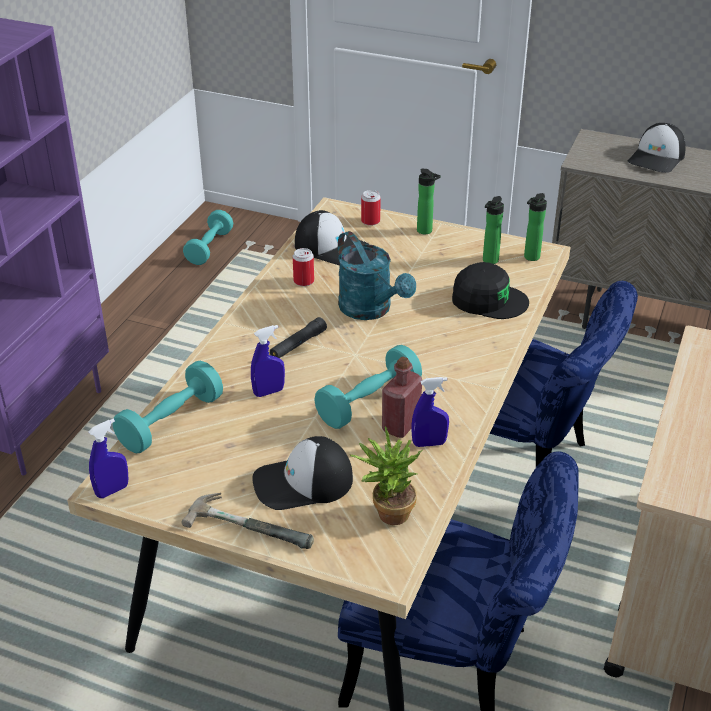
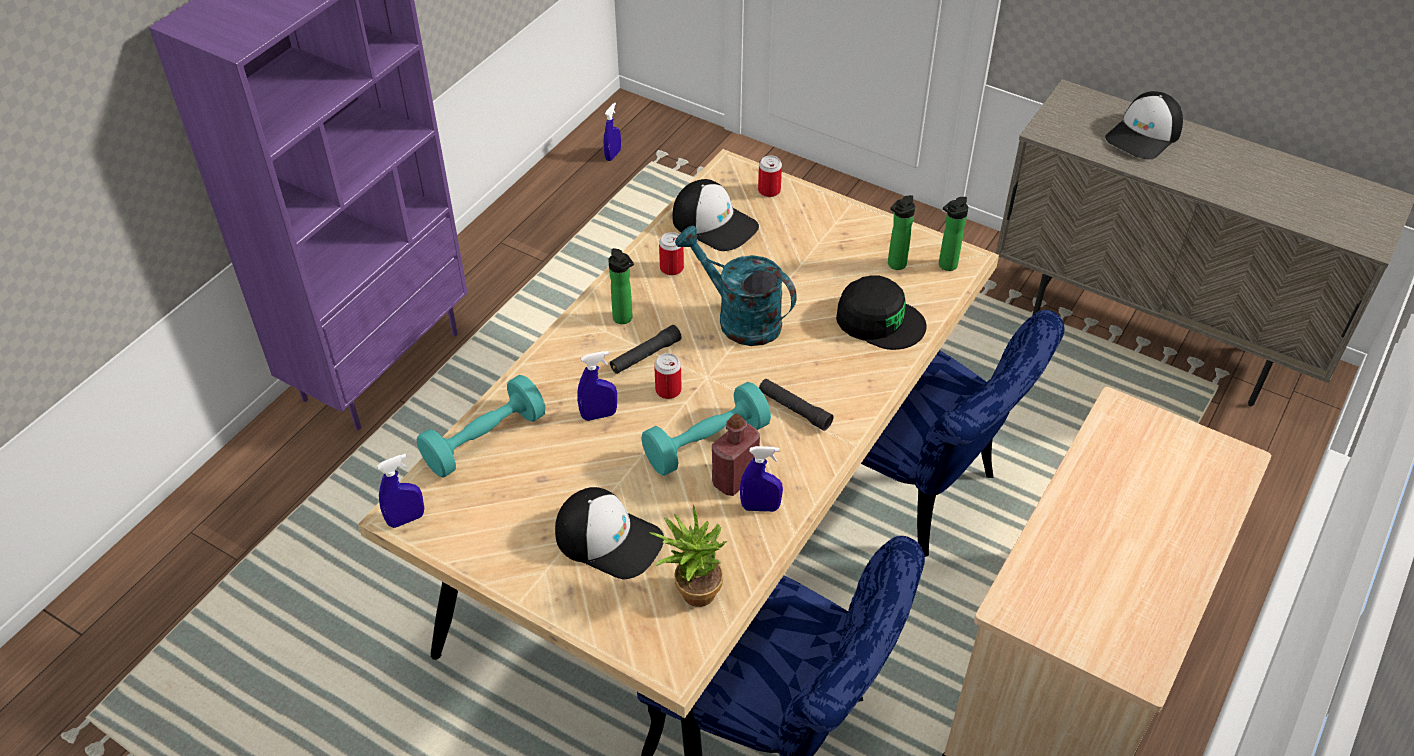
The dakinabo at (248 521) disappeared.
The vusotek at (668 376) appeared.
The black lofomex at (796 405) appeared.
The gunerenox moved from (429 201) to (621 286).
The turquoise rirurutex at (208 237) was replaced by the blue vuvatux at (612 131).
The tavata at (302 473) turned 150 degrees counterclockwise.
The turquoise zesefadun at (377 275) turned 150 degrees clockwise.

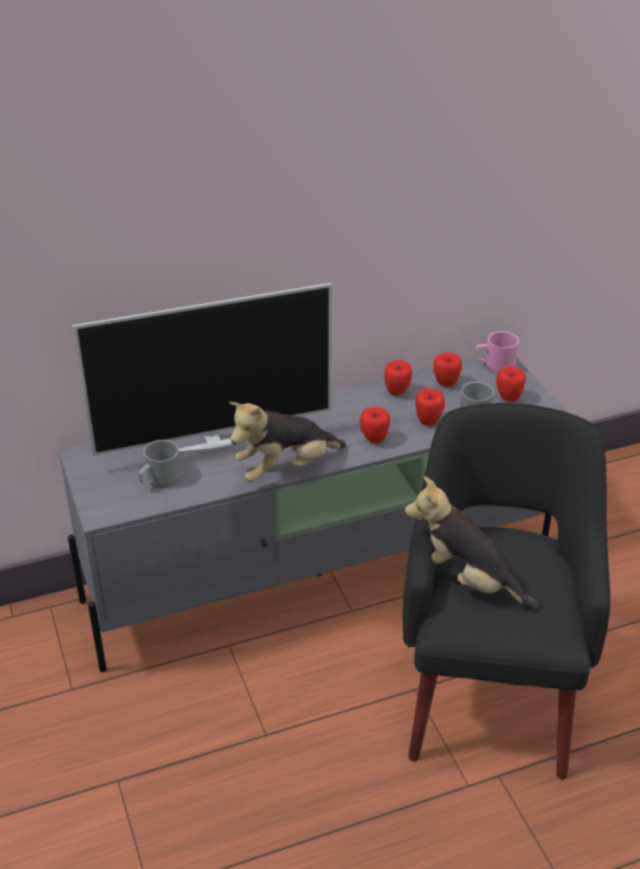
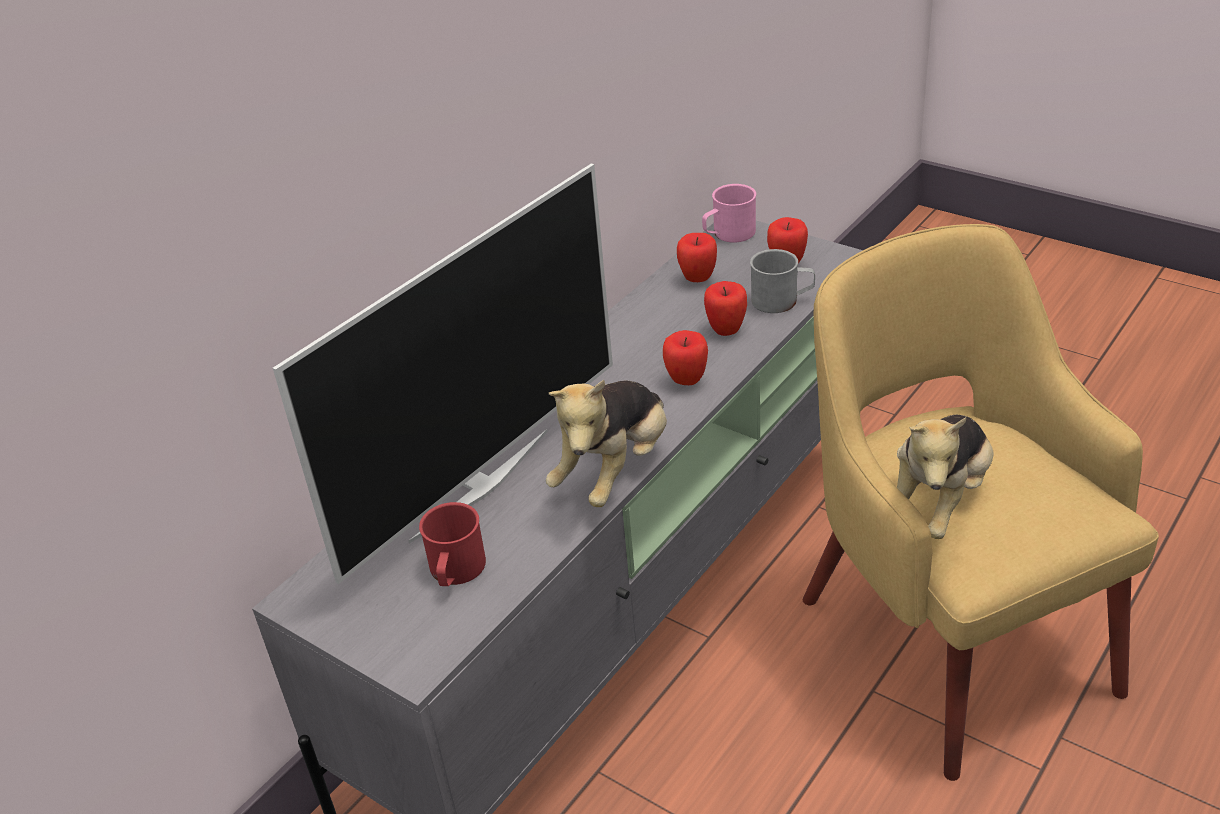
The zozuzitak at (398 377) disappeared.
The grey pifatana at (159 463) became the red pifatana at (452 544).
The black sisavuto at (506 591) became the yellow sisavuto at (981 502).
The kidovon at (472 543) turned 60 degrees counterclockwise.

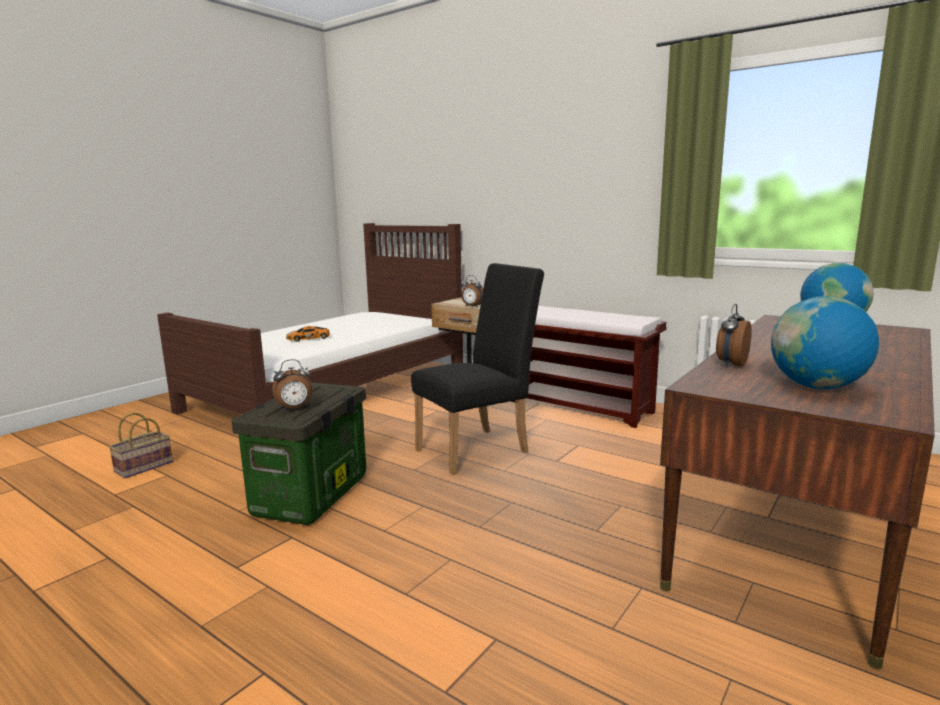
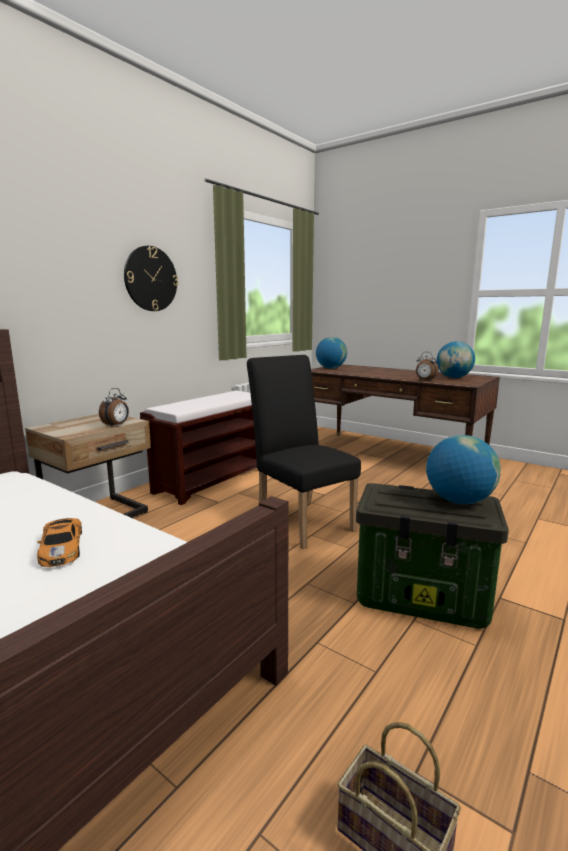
The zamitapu at (151 278) appeared.
The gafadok at (292 385) was replaced by the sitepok at (463 469).

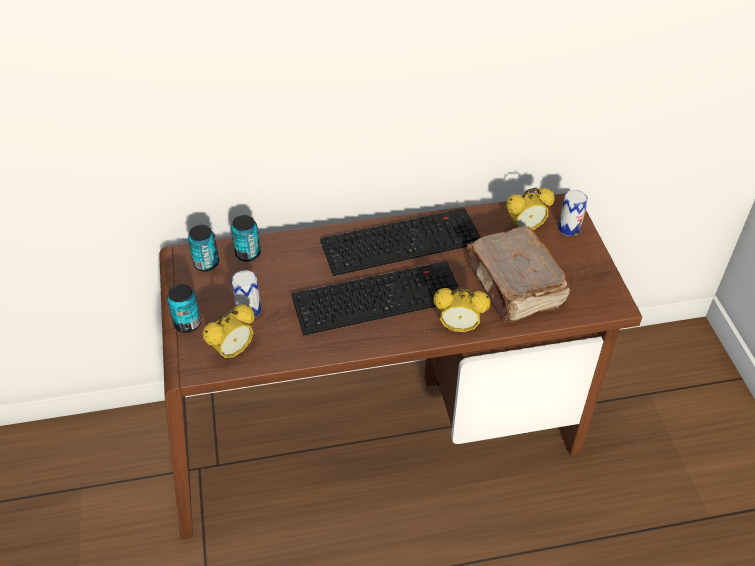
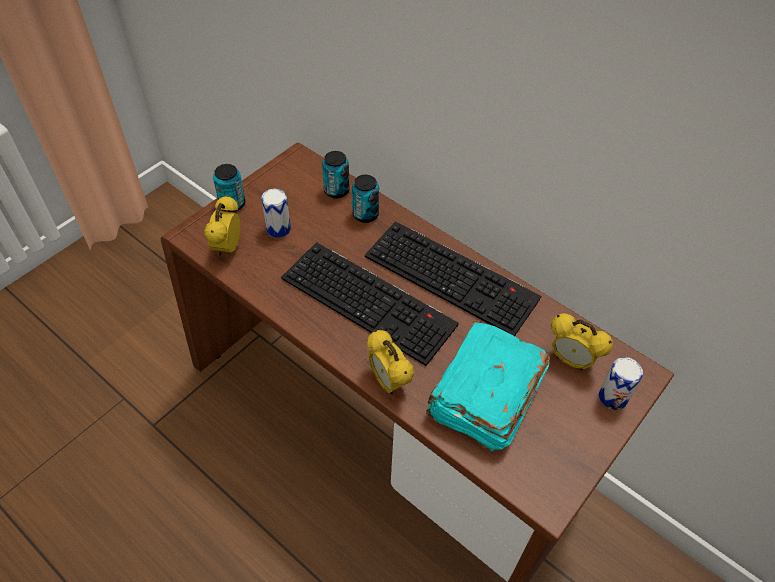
The vusotek moved from (203 248) to (365 199).
The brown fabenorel at (518 274) became the turquoise fabenorel at (488 385).
The gafadok at (228 332) turned 90 degrees clockwise.

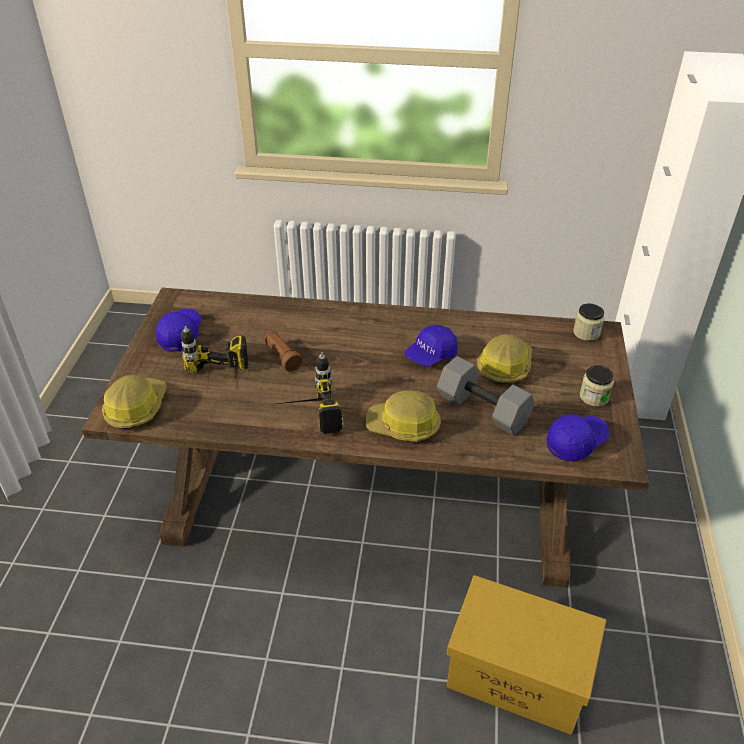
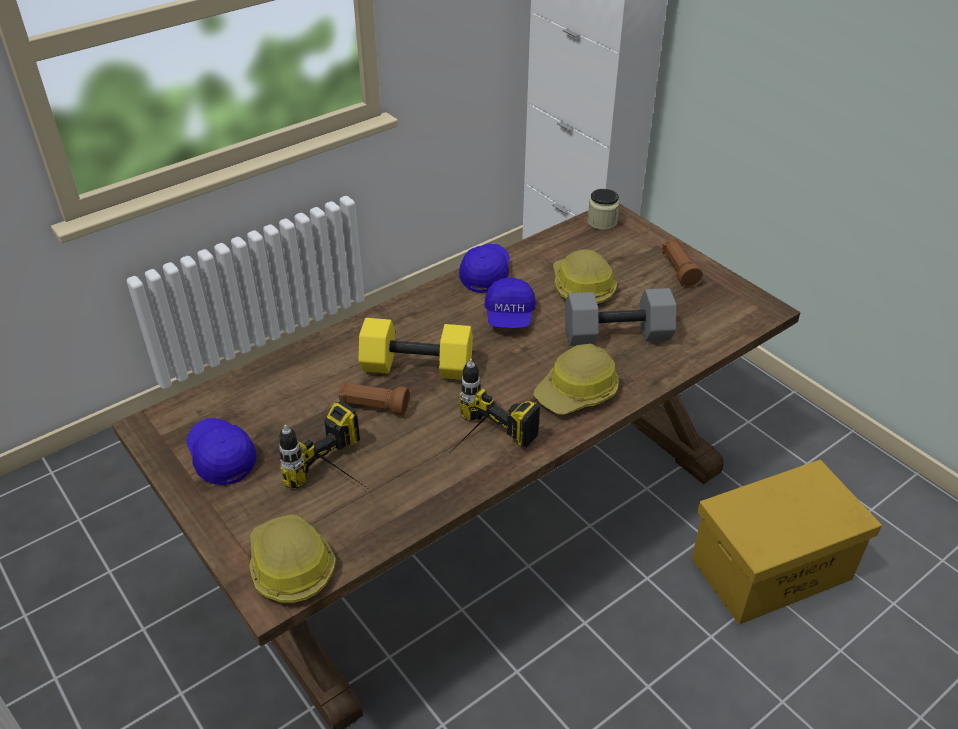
The yellow rirurutex at (416 349) appeared.
The blue tavata moved from (578 437) to (484 268).
The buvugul at (597 386) was replaced by the brown lofomex at (682 263).

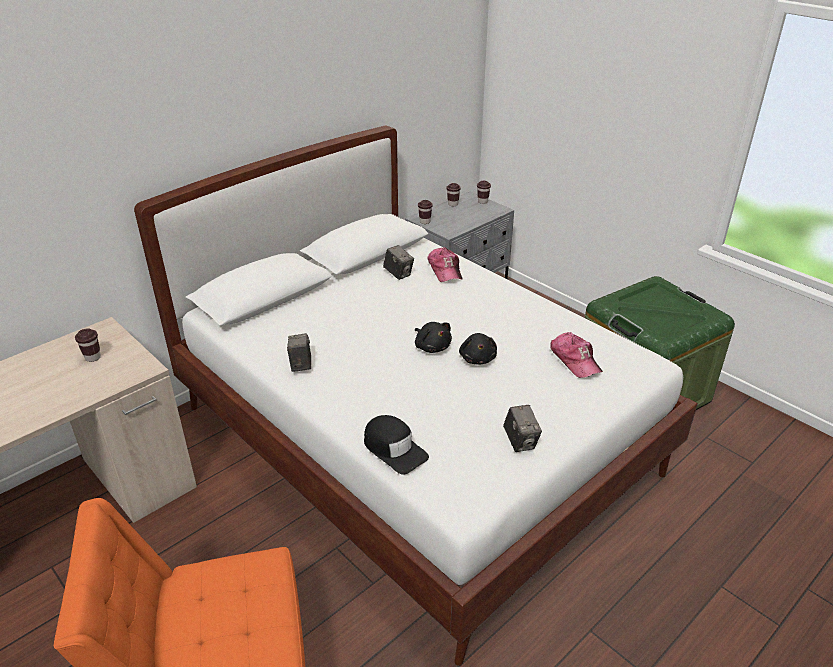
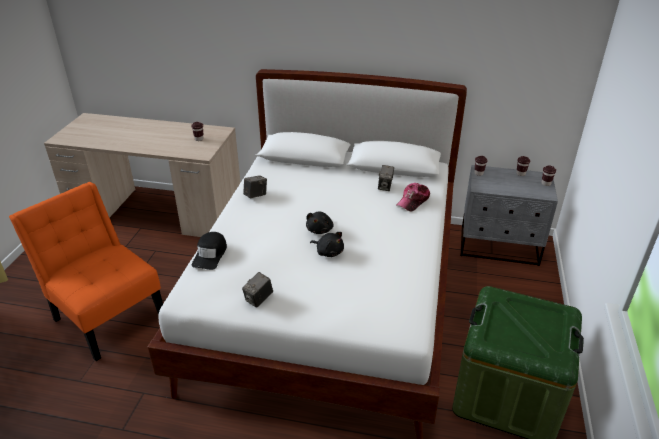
The tavata at (576 355) disappeared.
The black kidovon at (478 349) turned 105 degrees counterclockwise.

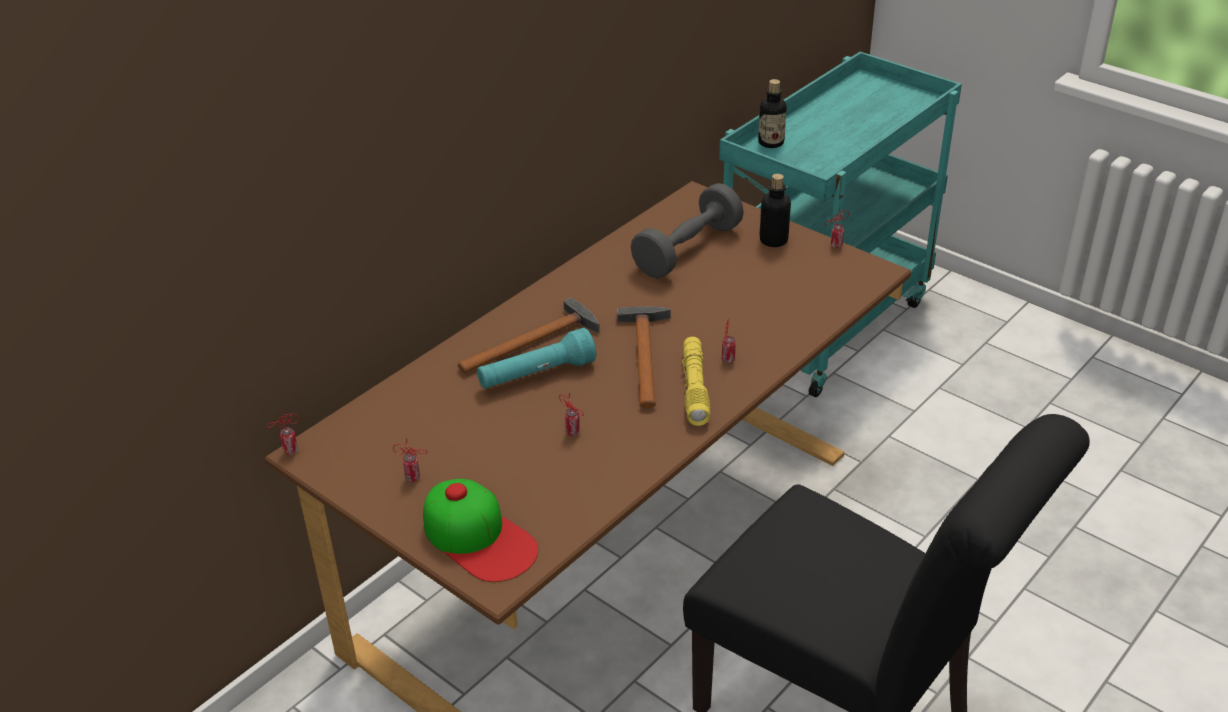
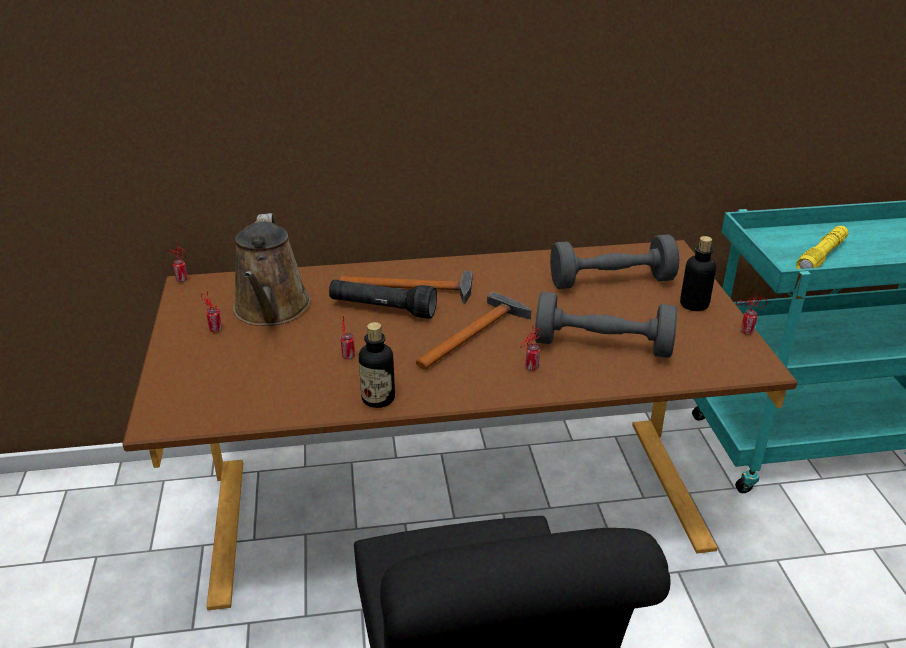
The tavata at (480 530) disappeared.
The brown zesefadun at (272 269) appeared.
The grey rirurutex at (606 325) appeared.
The yellow lofomex moved from (696 381) to (822 247).
The gunerenox moved from (772 113) to (377 365).
The turquoise lofomex at (536 358) became the black lofomex at (383 299).

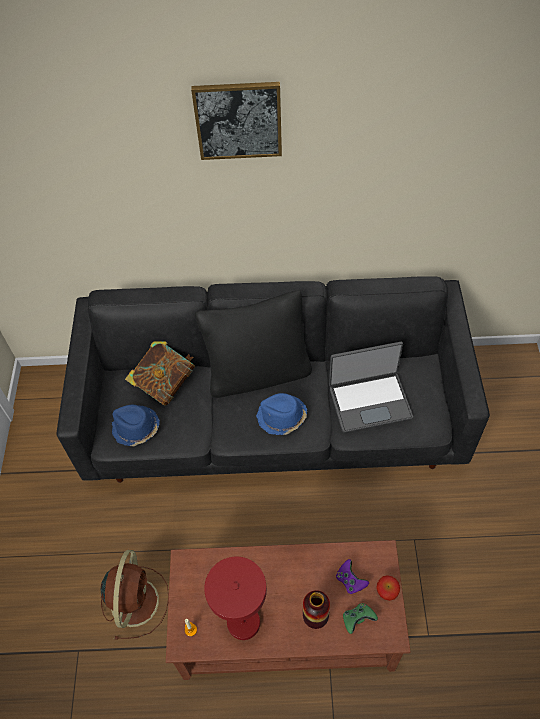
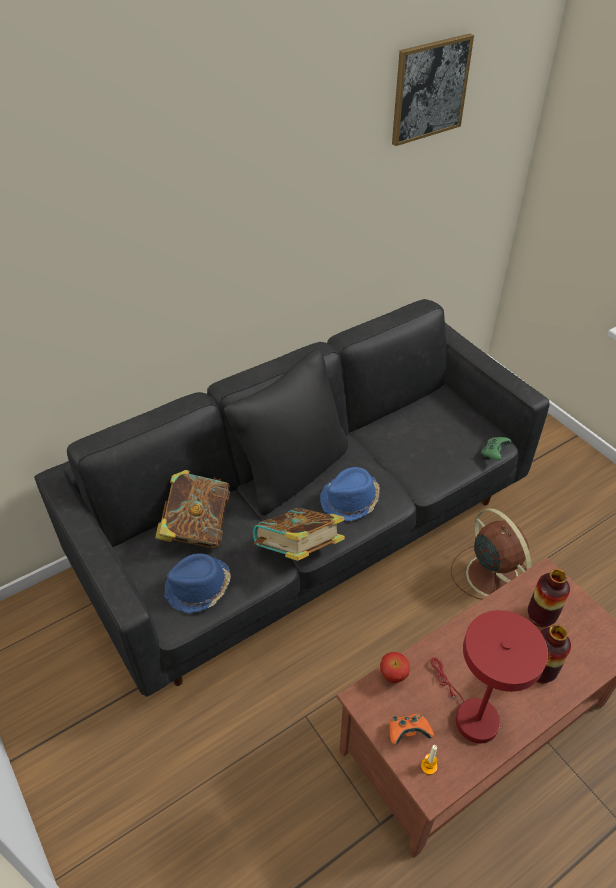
The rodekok at (371 387) disappeared.
The fabenorel at (299 534) appeared.
The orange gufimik at (411 729) appeared.
The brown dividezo moved from (135 595) to (491 554).
The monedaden moved from (236 121) to (433 89).
The green gufimik moved from (360 618) to (496 448).
The zozuzitak moved from (388 588) to (395 667).
The purple gufimik at (352 576) was replaced by the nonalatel at (549 598).

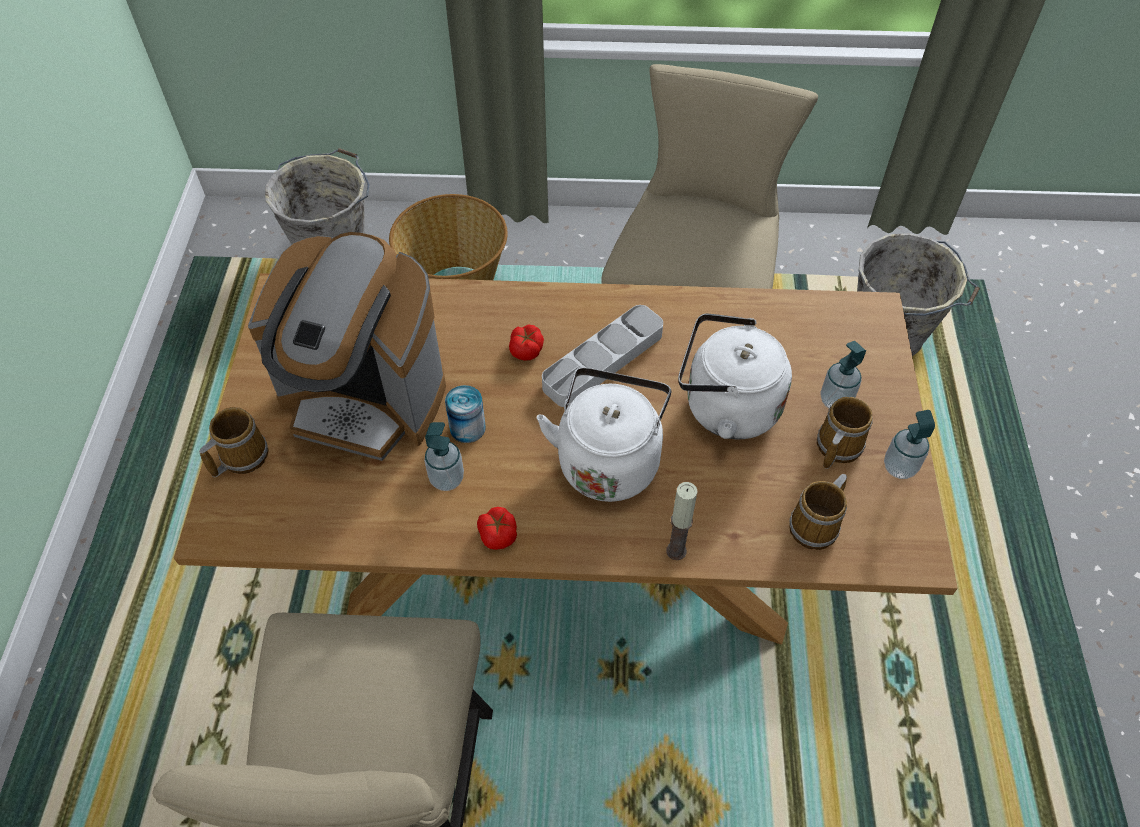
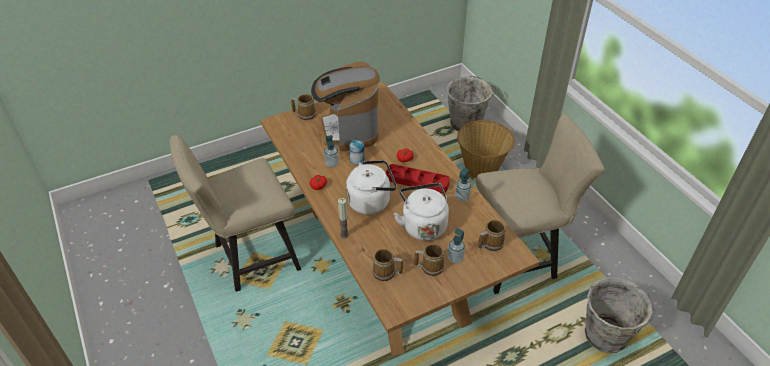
The pifatana at (492 235) appeared.
The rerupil moved from (909 444) to (463 185).
The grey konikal at (602 356) became the red konikal at (418 178).

